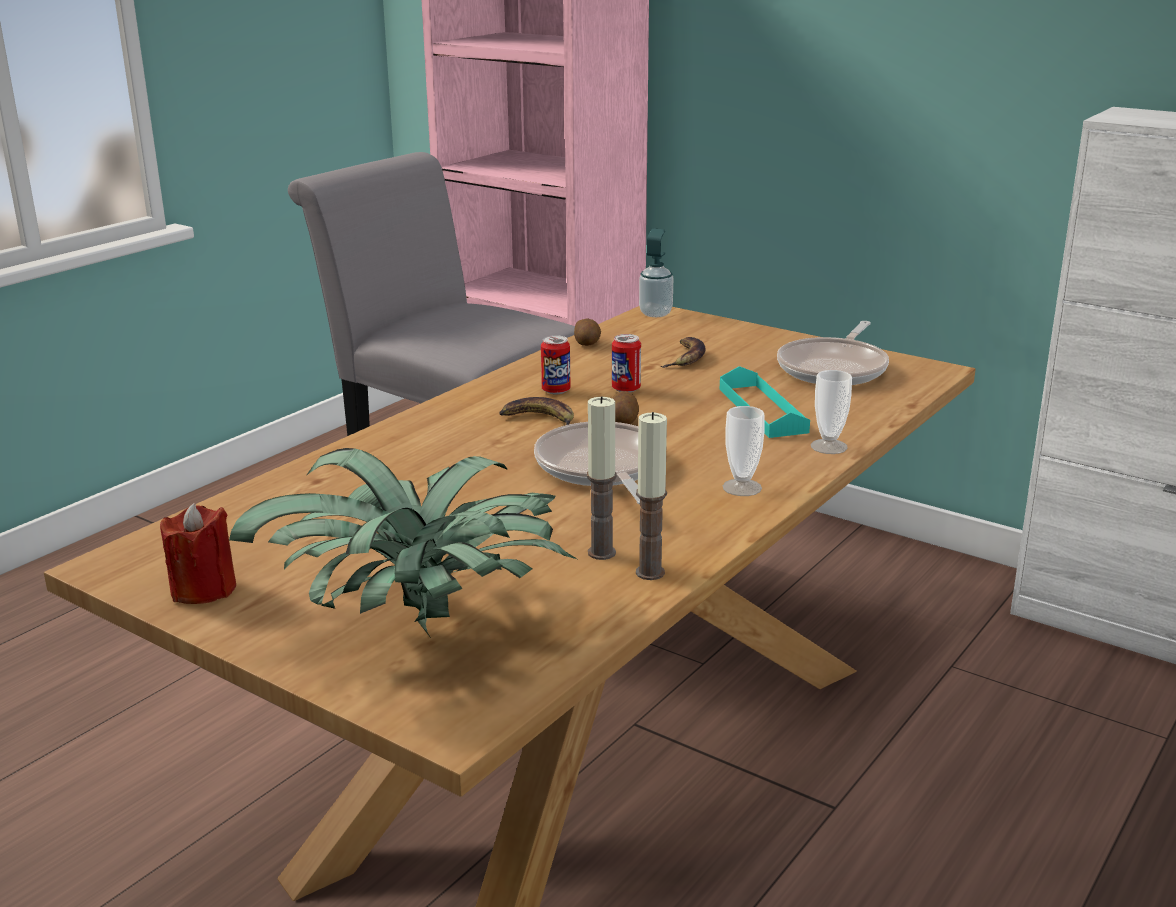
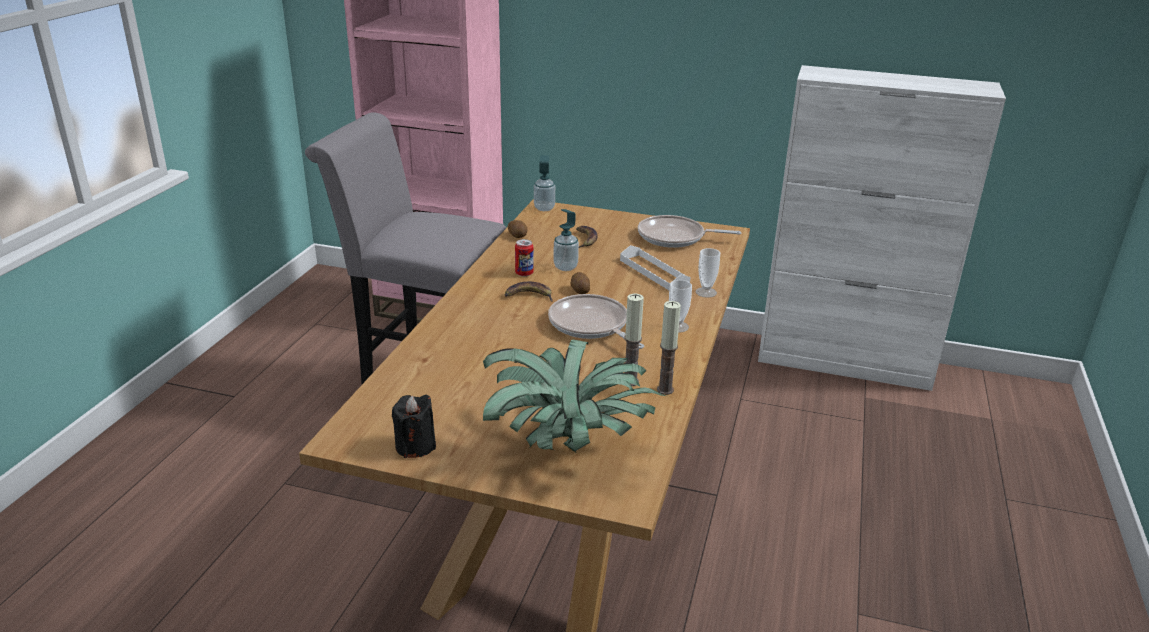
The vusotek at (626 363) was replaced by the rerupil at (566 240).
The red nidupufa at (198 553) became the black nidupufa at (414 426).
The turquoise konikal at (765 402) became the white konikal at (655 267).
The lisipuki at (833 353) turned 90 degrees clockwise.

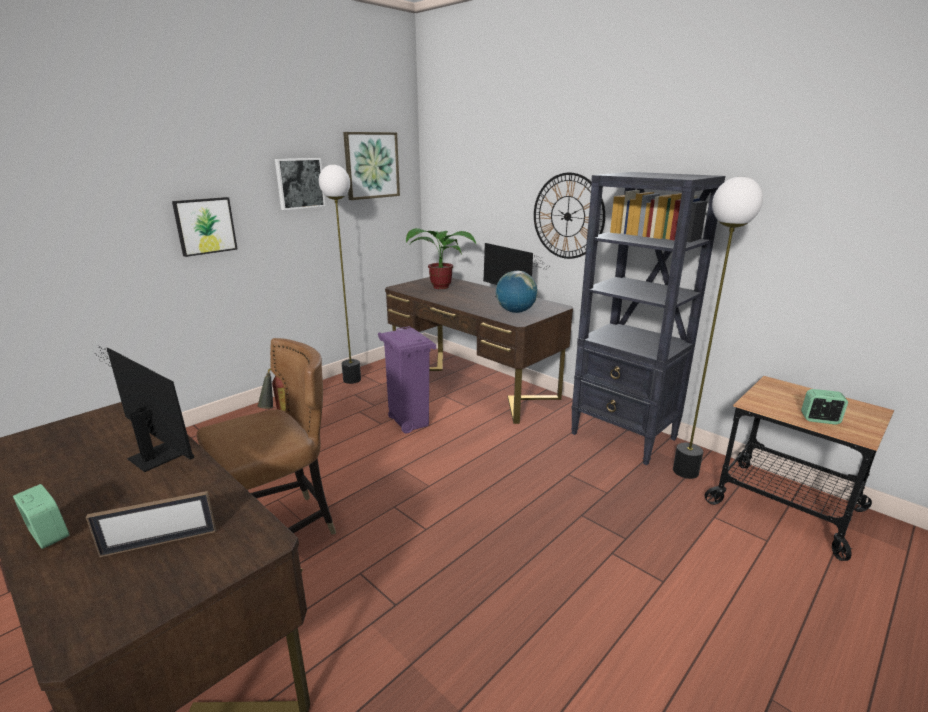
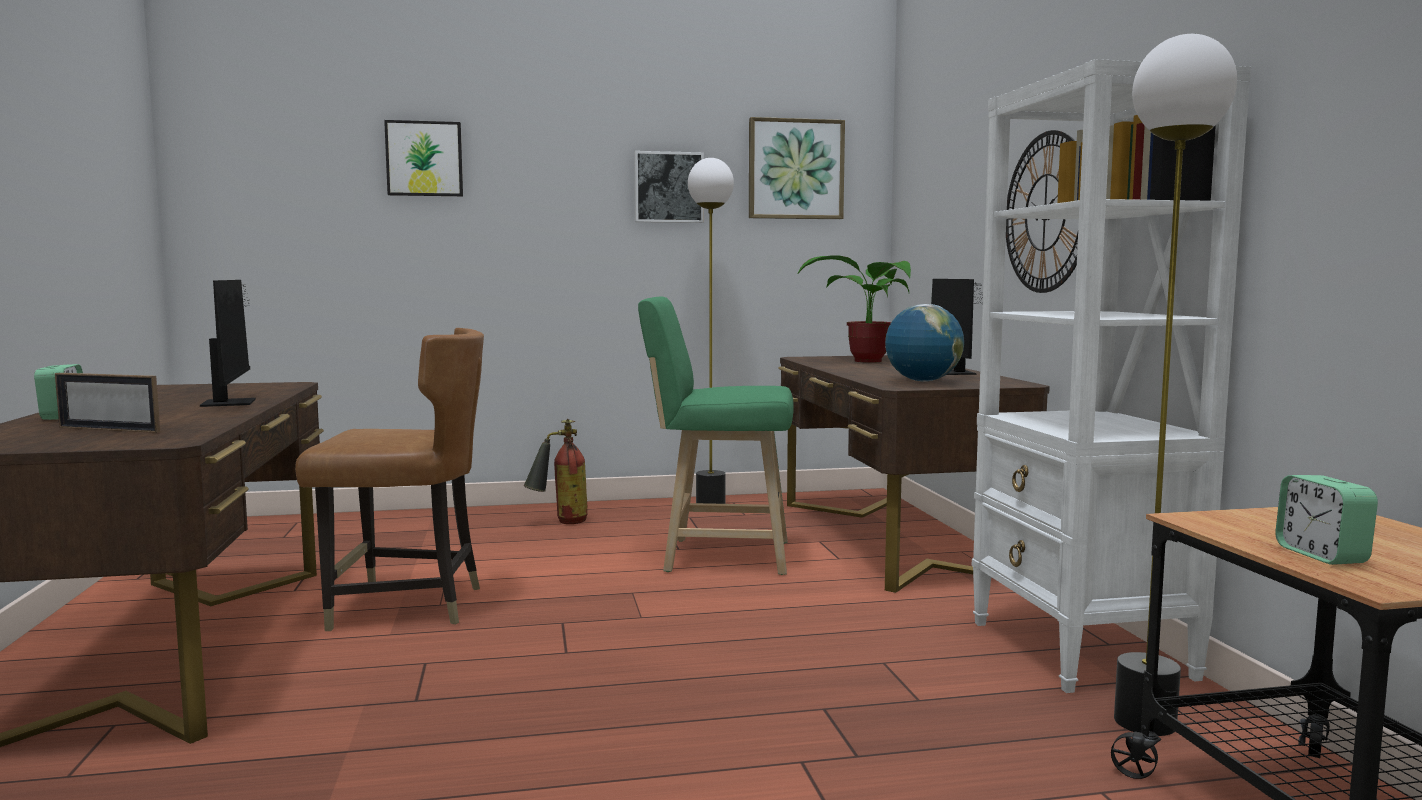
The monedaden moved from (204 227) to (423 158).
The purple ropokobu at (407 380) was replaced by the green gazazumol at (716 436).
The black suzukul at (648 318) became the white suzukul at (1111 376).
The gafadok at (824 407) turned 150 degrees counterclockwise.

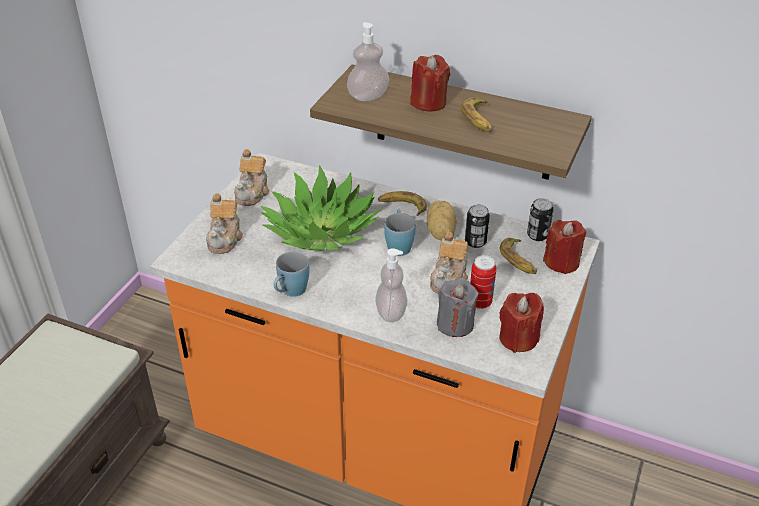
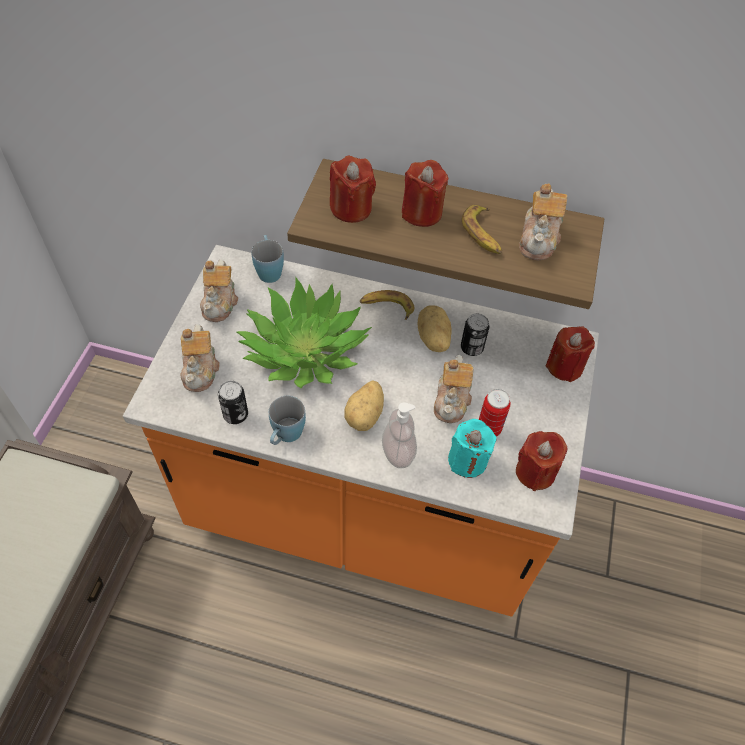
The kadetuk at (518 256) disappeared.
The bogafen at (364 405) appeared.
The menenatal at (543 222) appeared.
The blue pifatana moved from (400 233) to (267 259).
The vusotek moved from (540 219) to (233 402).
The rerupil at (368 61) was replaced by the red nidupufa at (353 189).
The grey nidupufa at (457 307) became the turquoise nidupufa at (472 448).

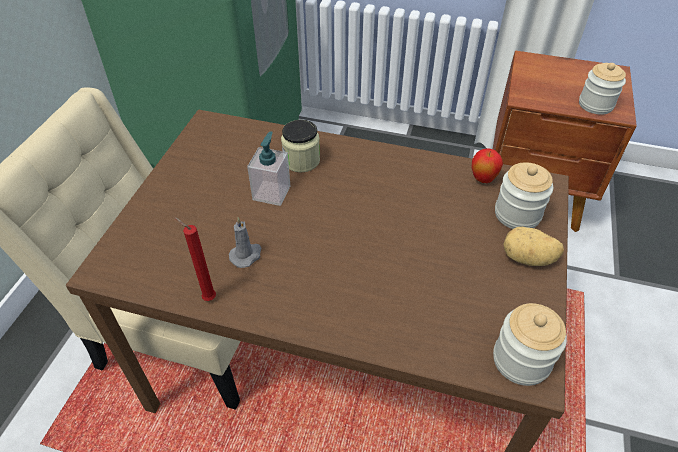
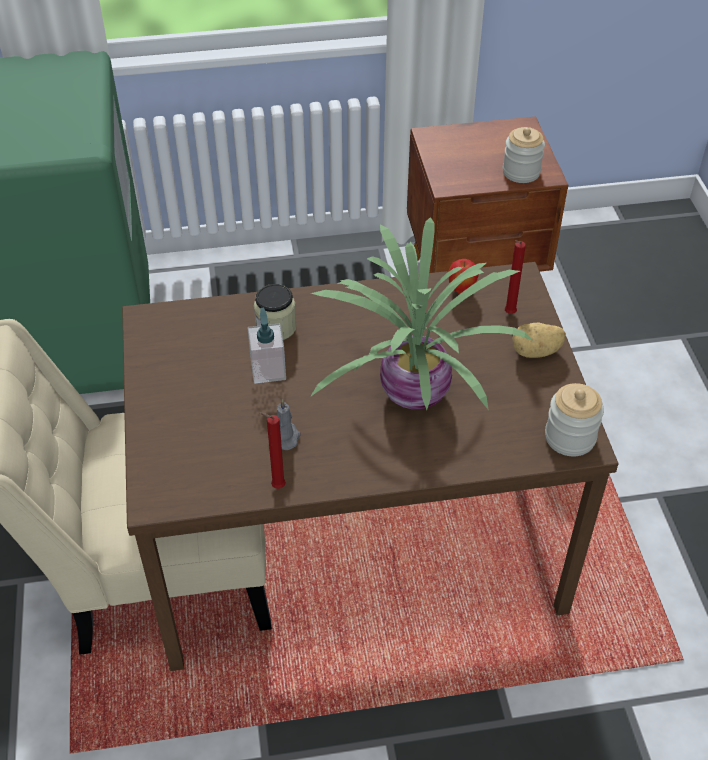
The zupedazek at (421 313) appeared.
The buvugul at (524 195) was replaced by the red nidupufa at (515 277).

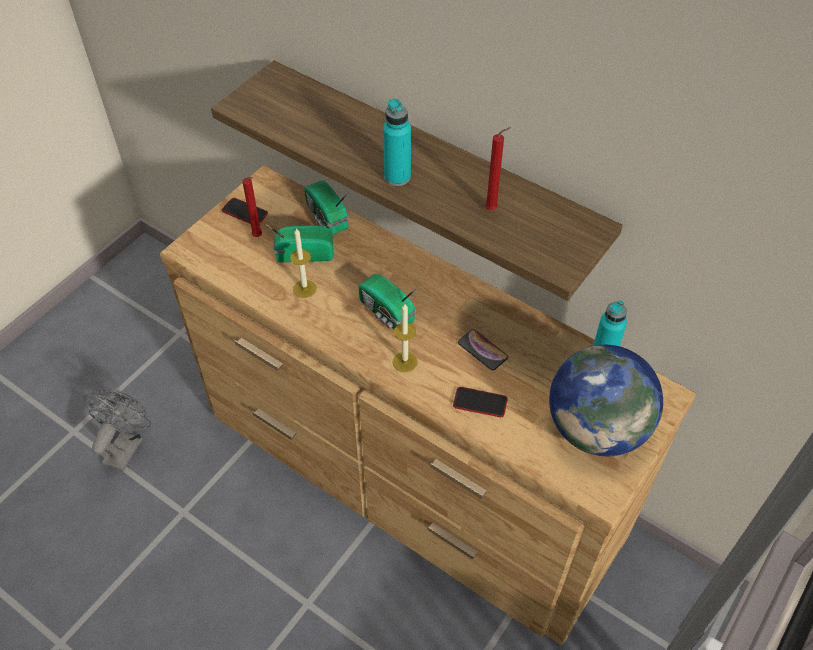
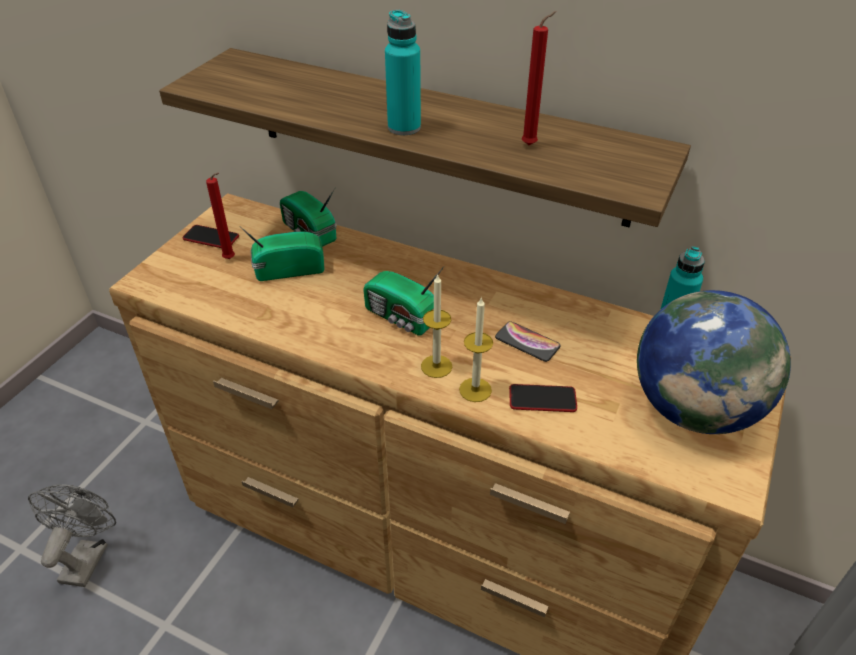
The nidupufa moved from (303 263) to (476 349).

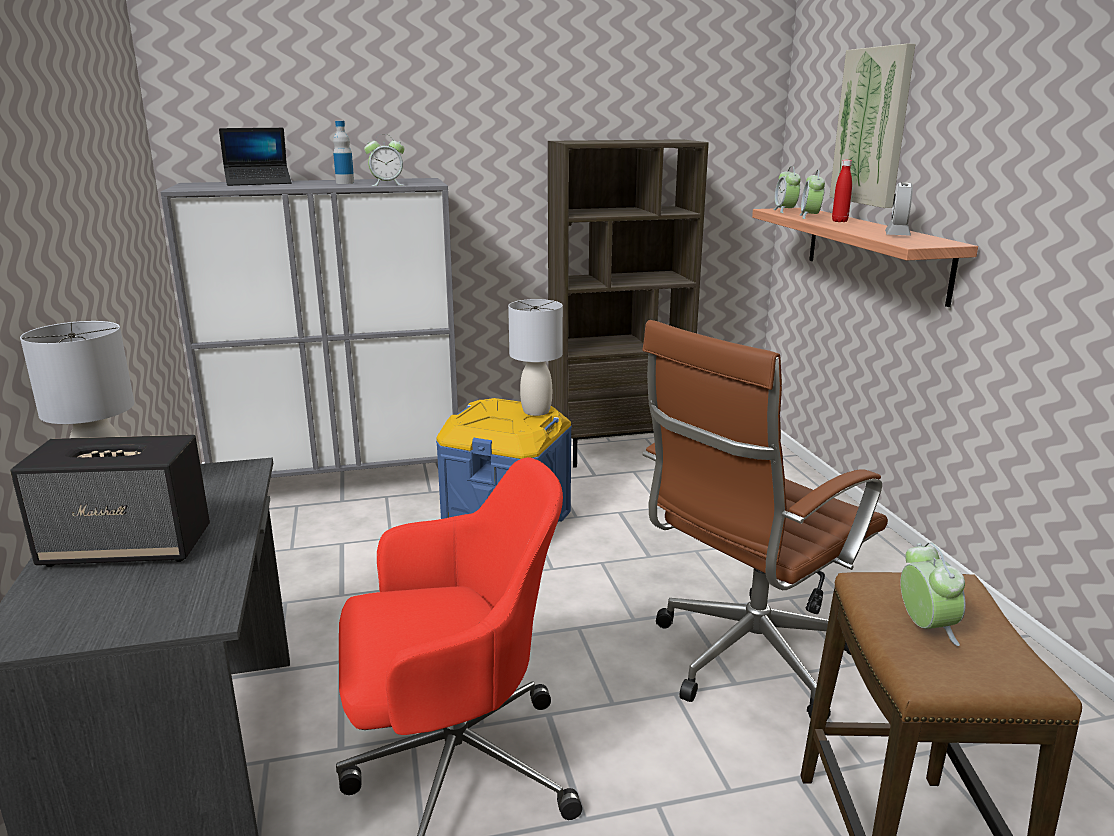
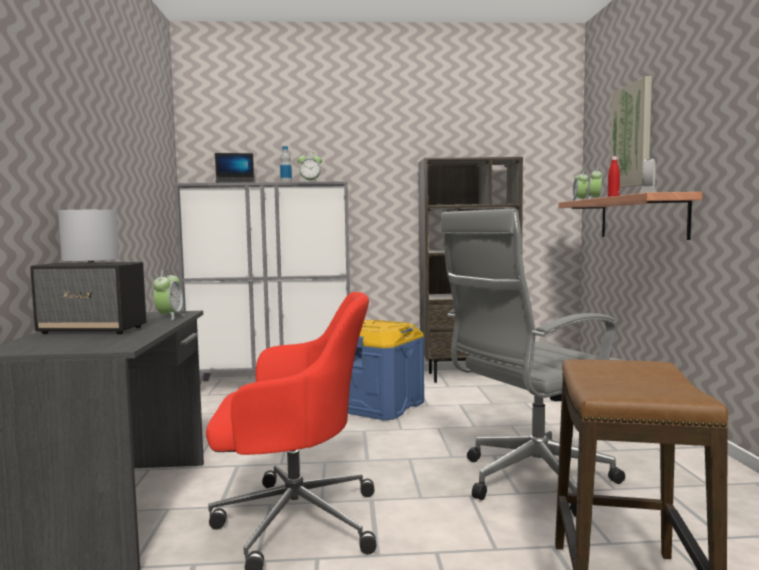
The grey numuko at (535 357) disappeared.
The gafadok moved from (933 594) to (168 295).
The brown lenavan at (765 519) became the grey lenavan at (532 363).

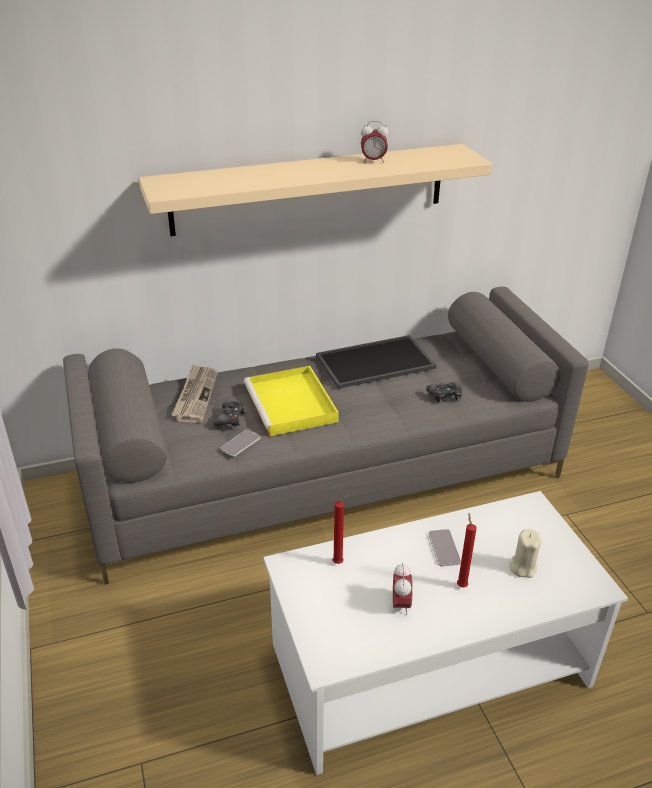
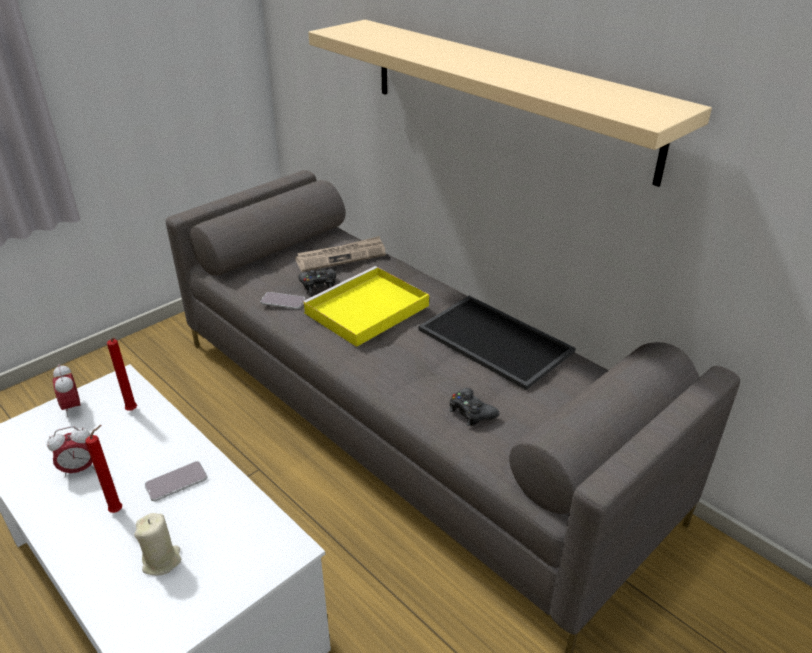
The gafadok moved from (375 142) to (66 390).

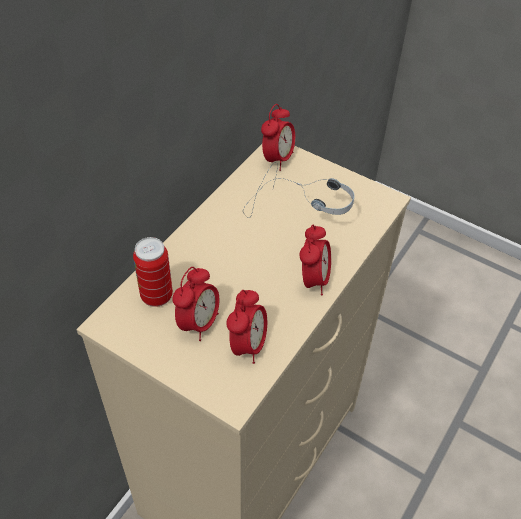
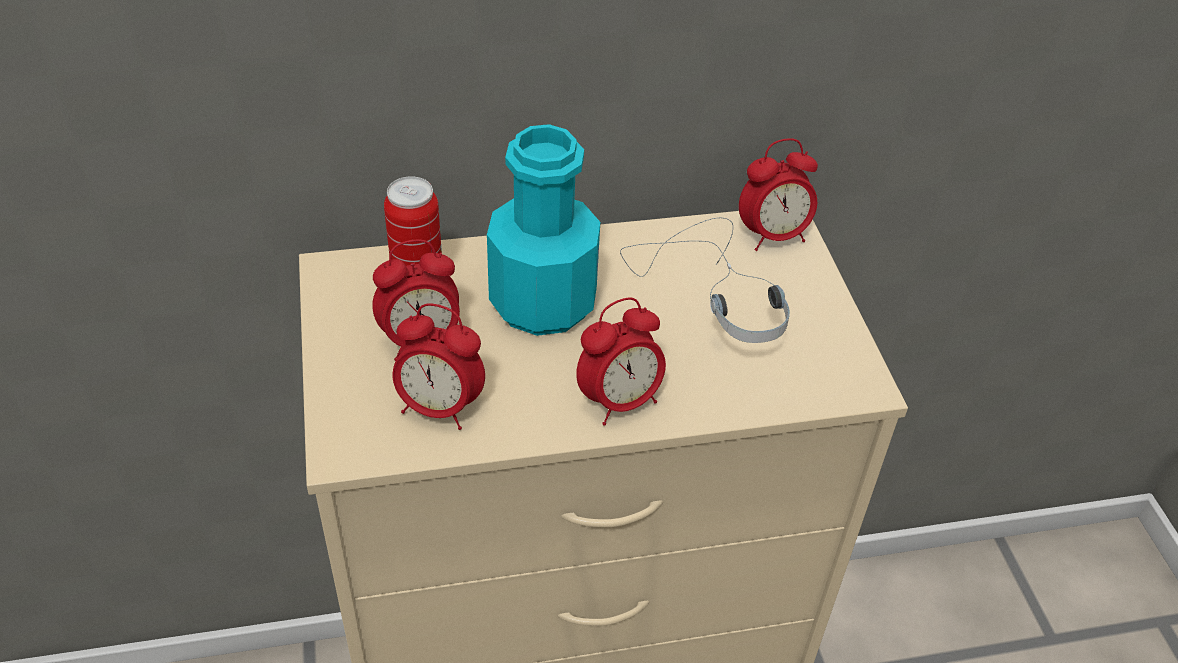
The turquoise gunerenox at (543 230) appeared.
The gafadok at (246 327) turned 45 degrees clockwise.

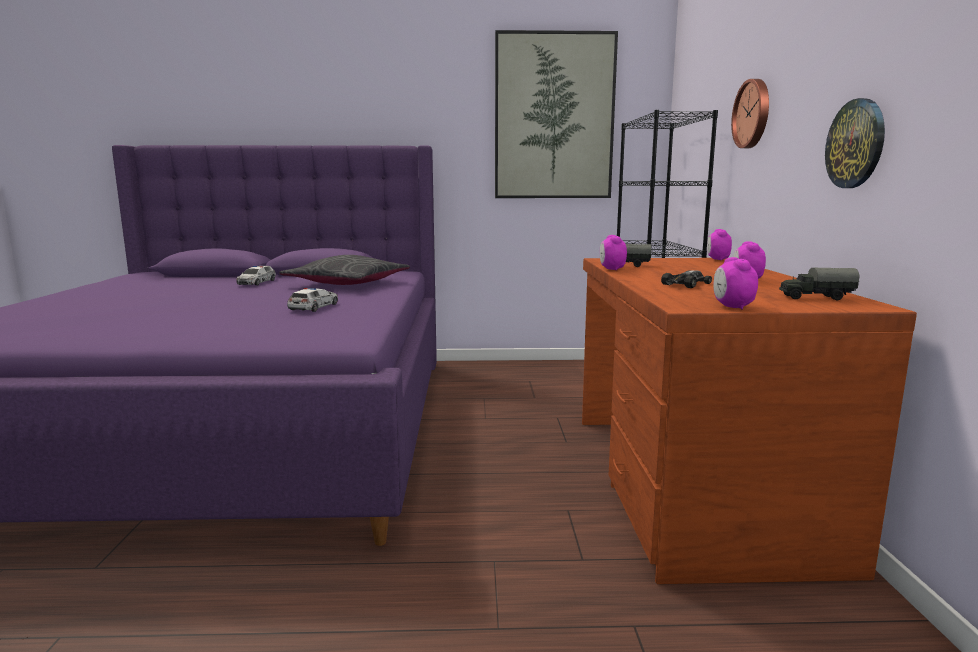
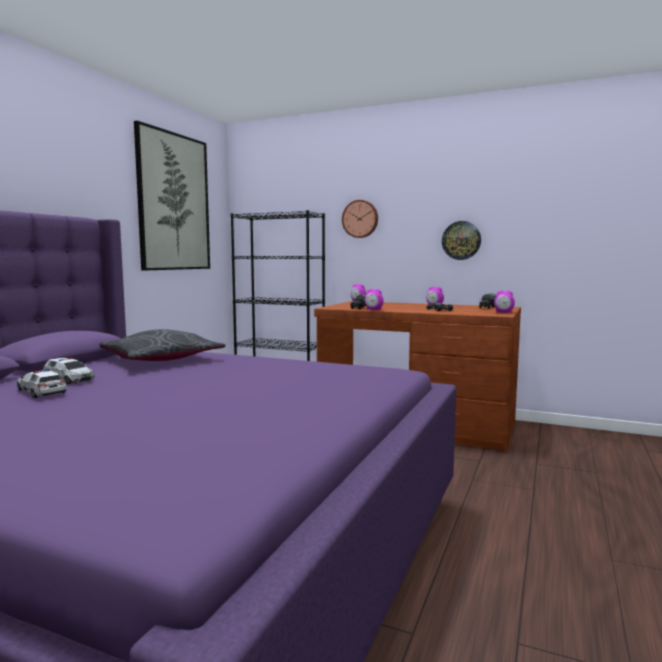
The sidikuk moved from (312 300) to (42 384).

